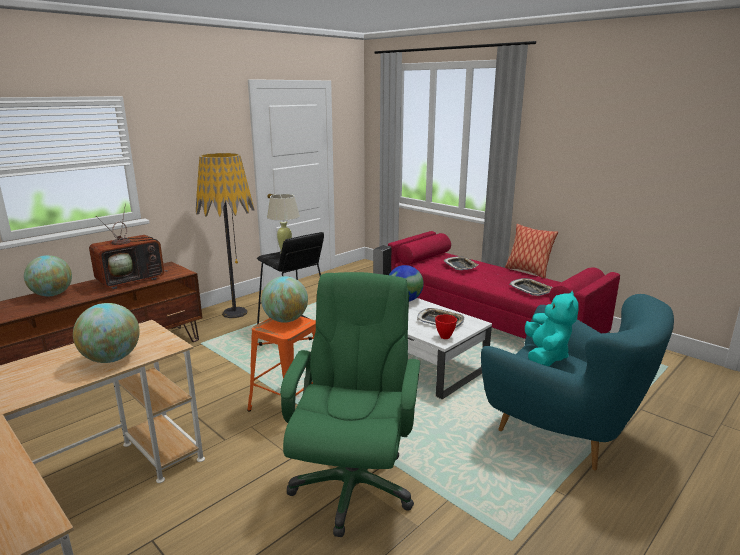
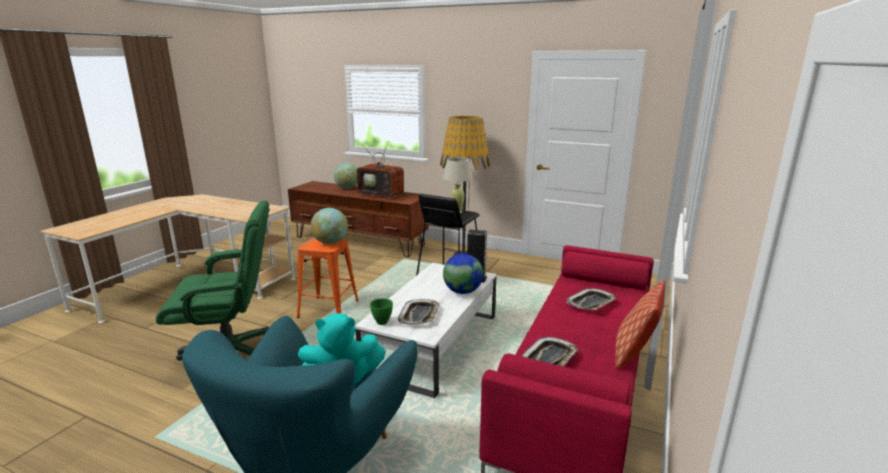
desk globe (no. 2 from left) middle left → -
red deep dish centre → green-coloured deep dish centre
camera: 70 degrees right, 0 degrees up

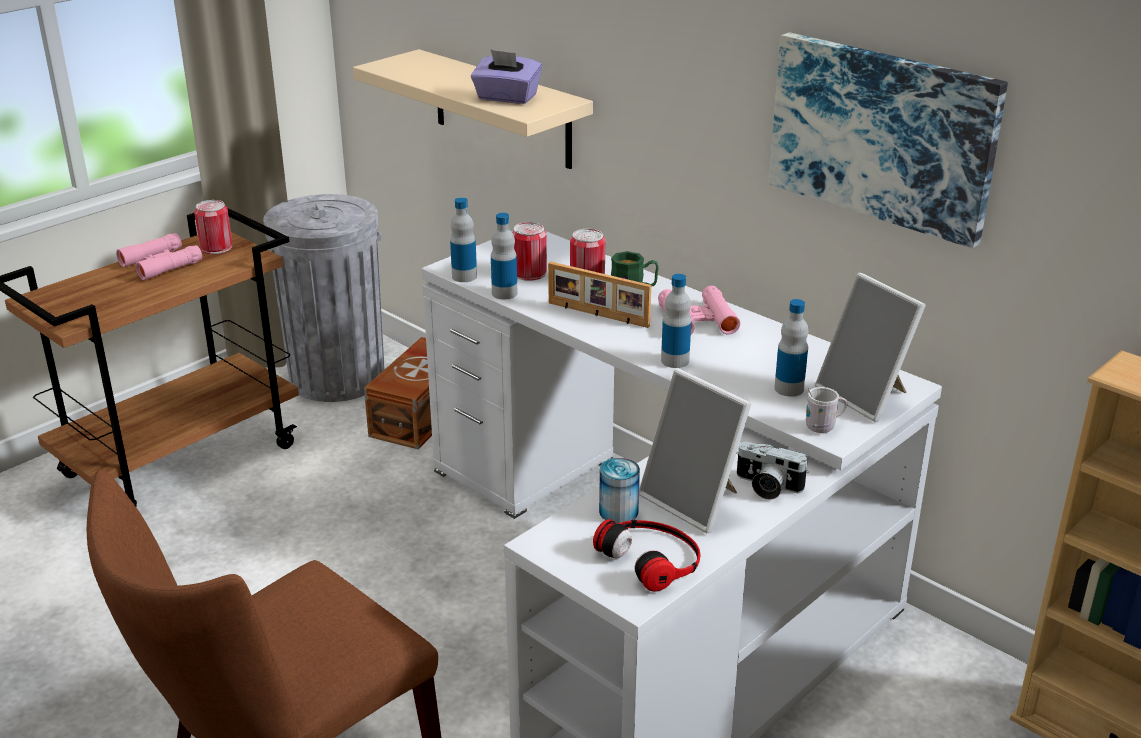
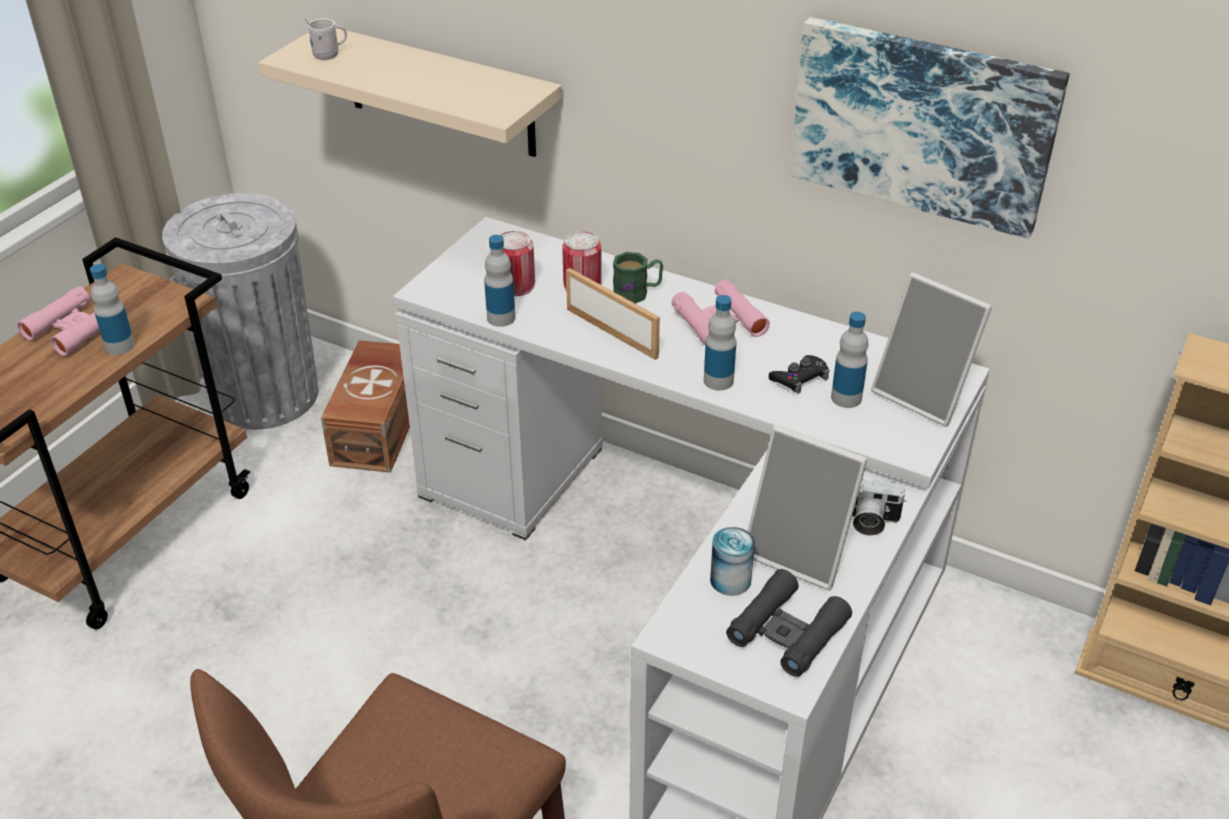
purplish tissue holder top centre → -
drink bottle (no. 1 from left) top centre → drink bottle (no. 1 from left) middle left, shifted
sealed can (no. 1 from left) top left → -
photo frame (no. 1 from left) centre, 150 degrees counterclockwise
white mug middle right → white mug top left, shifted
pair of headphones bottom centre → black pair of binoculars bottom centre
- → black joypad centre
camera: 15 degrees left, 10 degrees up

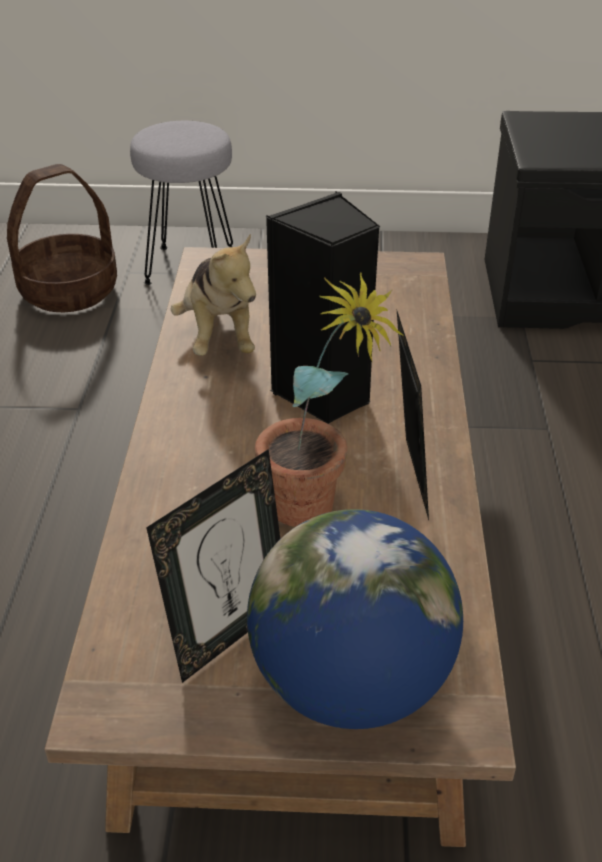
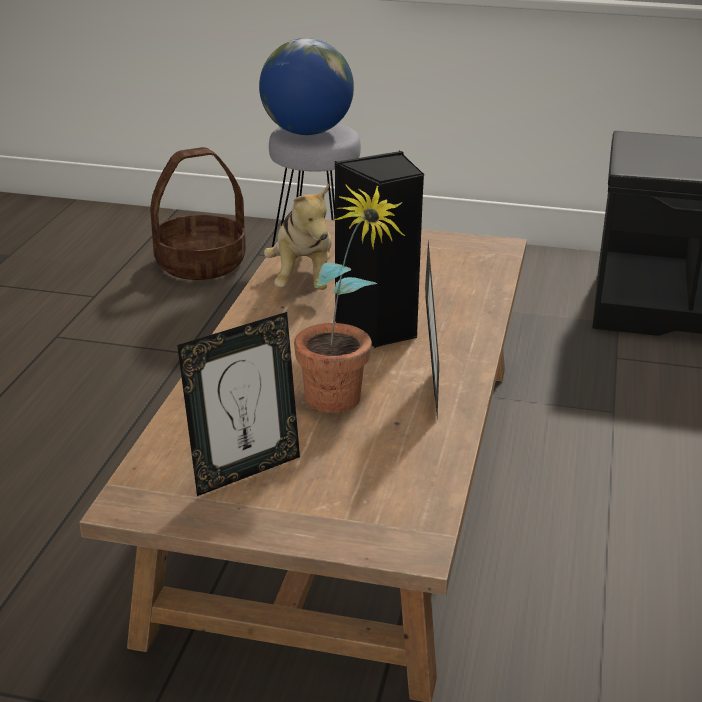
desk globe bottom centre → desk globe top centre, shifted
camera: 10 degrees right, 10 degrees down

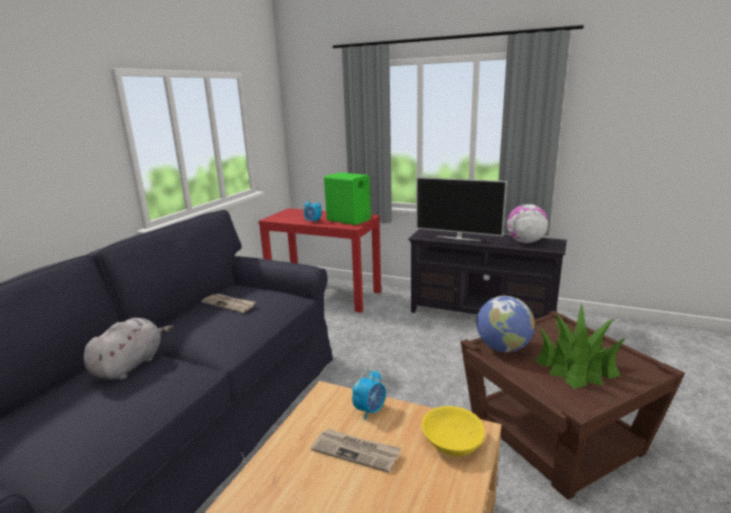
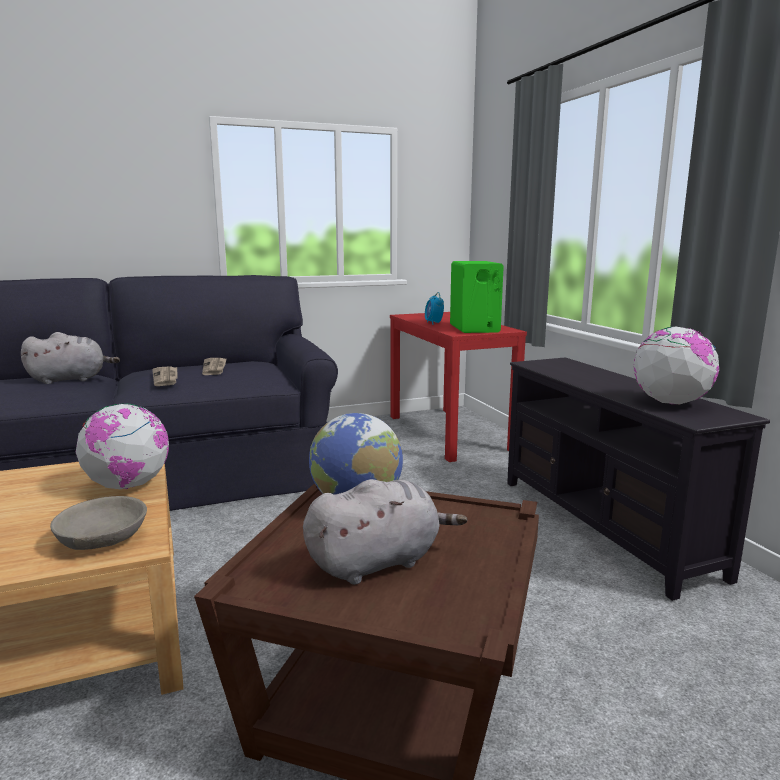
TV centre → -
plant in a pot bottom right → grey plush toy (no. 2 from left) bottom centre
alarm clock (no. 2 from left) bottom centre → desk globe (no. 1 from left) middle left
yellow deep dish bottom centre → grey deep dish bottom left
printed paper (no. 2 from left in the first image) bottom centre → printed paper (no. 1 from left) middle left, shifted
camera: 45 degrees right, 5 degrees down

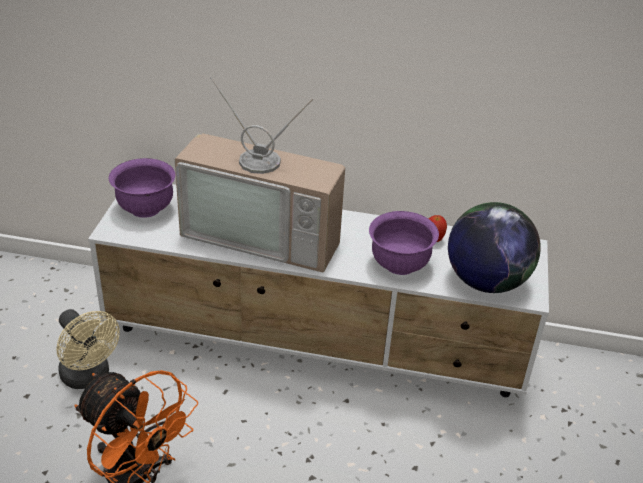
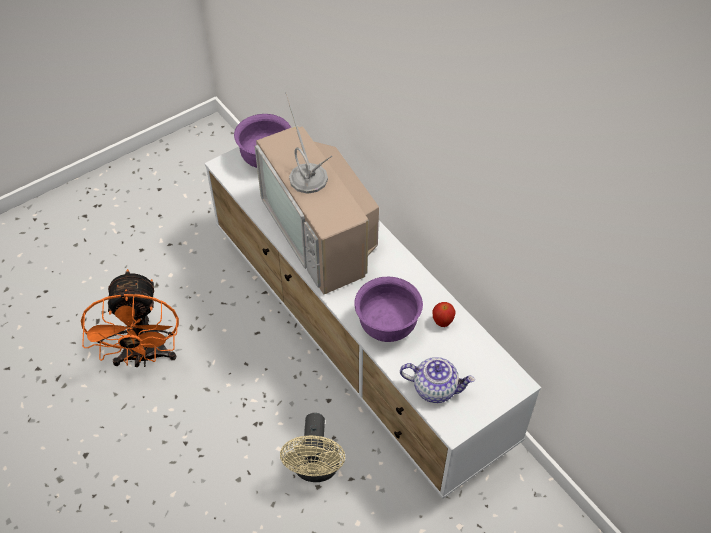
desk globe middle right → teapot bottom centre
beige electric fan bottom left → beige electric fan bottom centre, shifted
camera: 45 degrees right, 15 degrees up

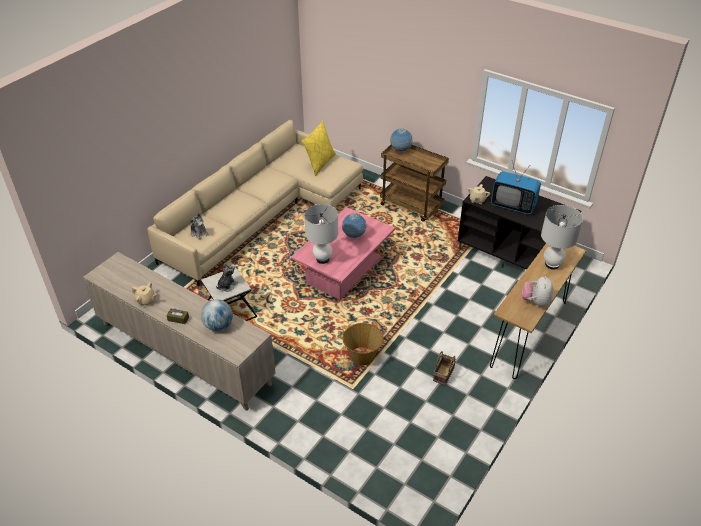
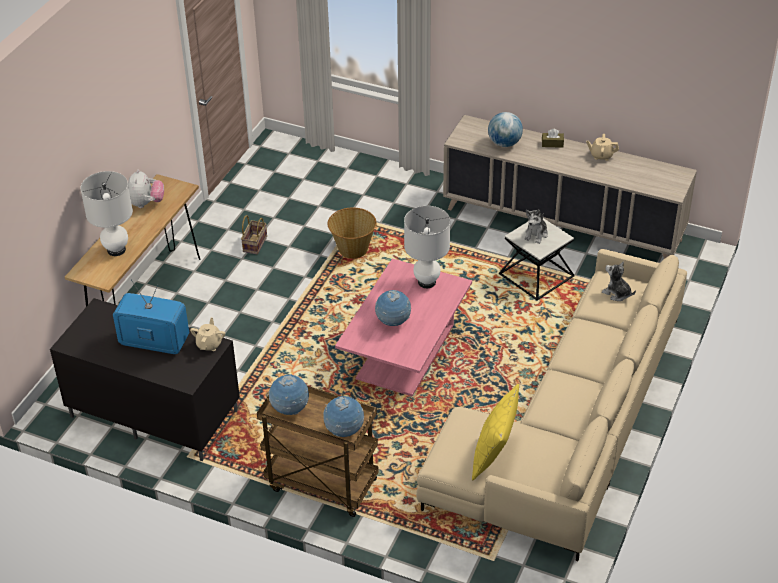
- → desk globe (no. 1 from left) bottom centre
camera: 170 degrees right, 0 degrees up

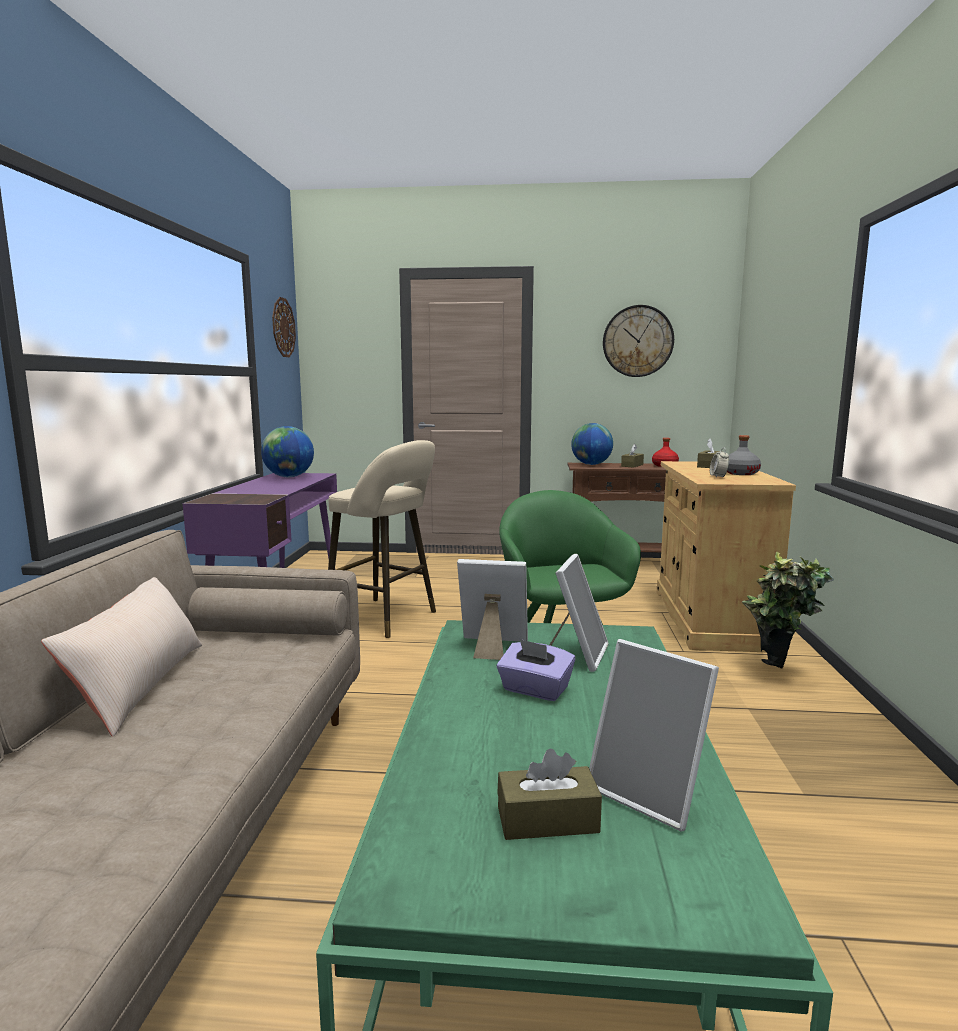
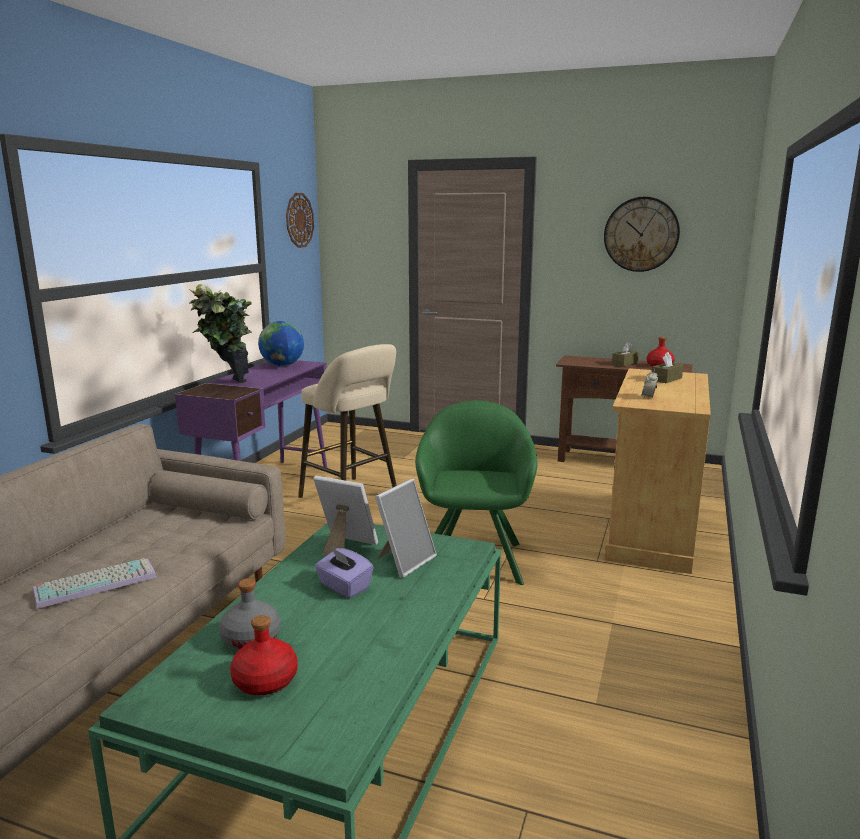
desk globe (no. 2 from left) centre → -
grey drink bottle middle right → grey drink bottle bottom left, shifted
plant in a pot middle right → plant in a pot middle left, shifted
beige cushion middle left → -
photo frame (no. 3 from left) bottom right → -
brown tissue holder (no. 1 from left) bottom centre → red drink bottle (no. 1 from left) bottom left
- → computer keyboard bottom left
camera: 15 degrees right, 5 degrees up

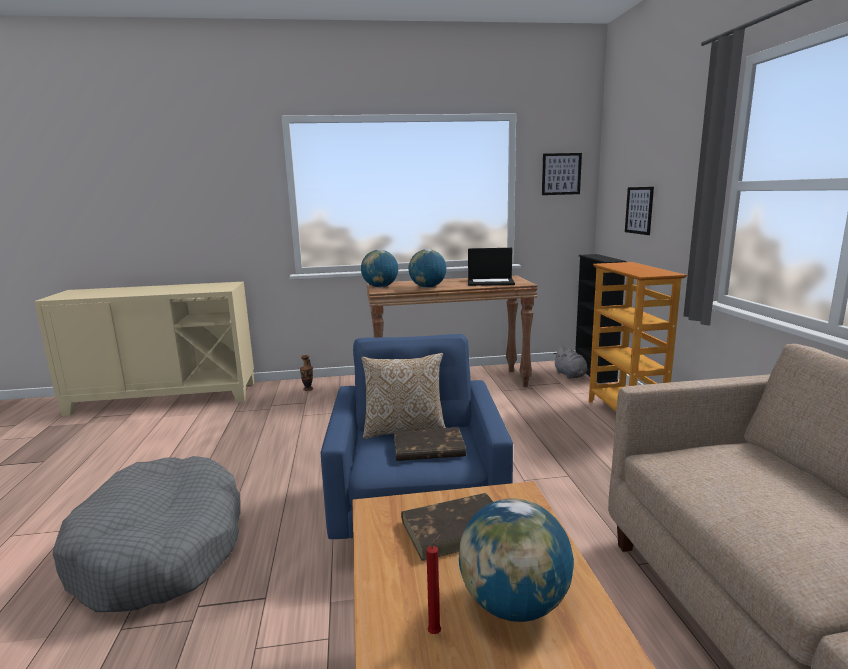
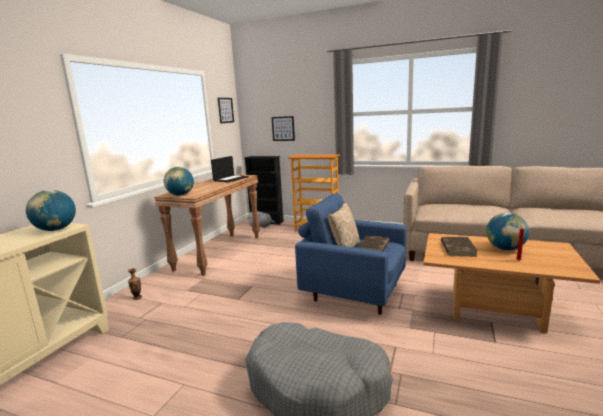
desk globe (no. 2 from left in the first image) centre → desk globe (no. 1 from left) middle left, shifted
camera: 60 degrees left, 0 degrees up

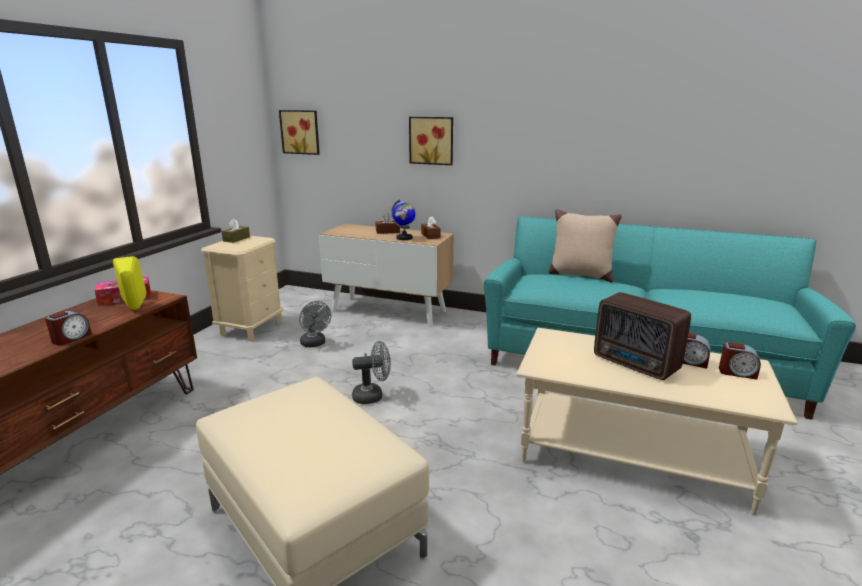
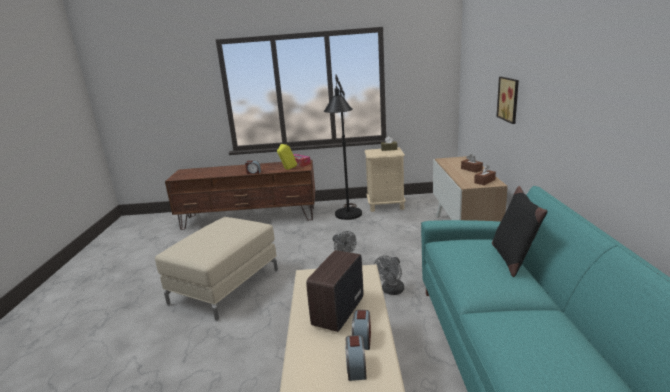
wall picture (no. 1 from left) top centre → -
desk globe centre → -
beige cushion middle right → black cushion middle right
grey electric fan (no. 1 from left in the first image) centre → grey electric fan (no. 2 from left) bottom centre, shifted
- → black standard lamp centre
camera: 70 degrees right, 0 degrees up

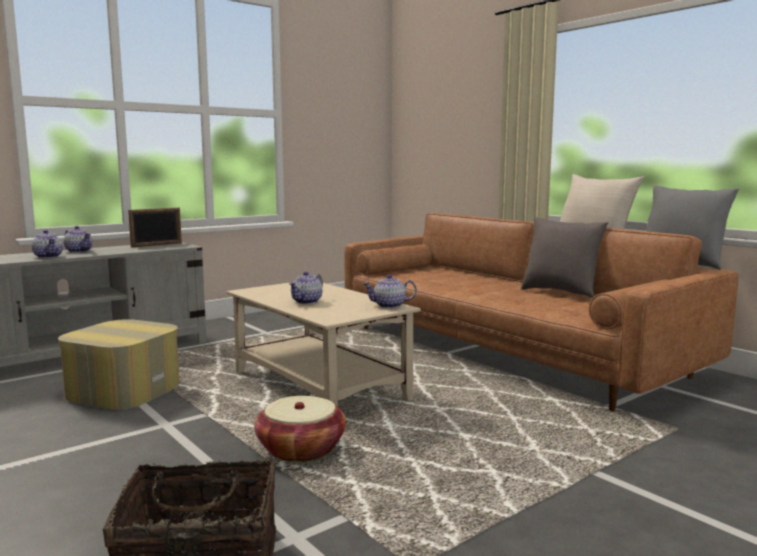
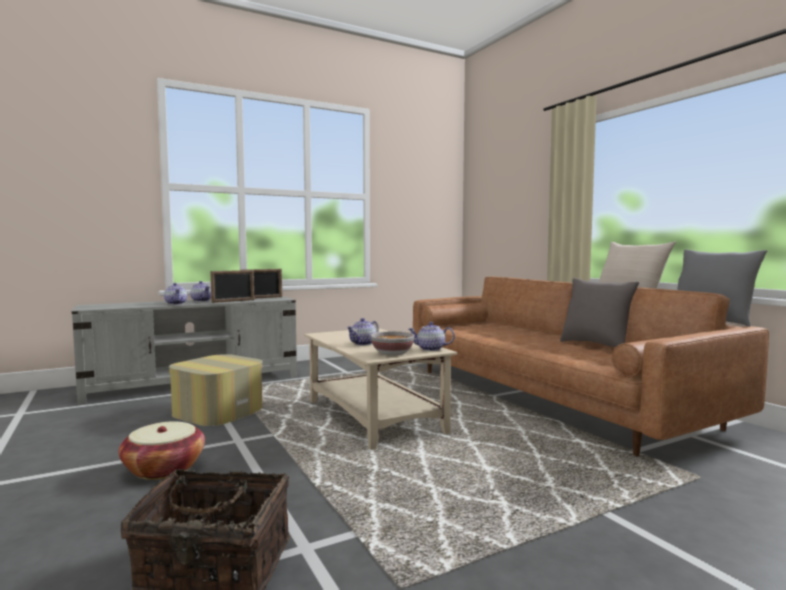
basket (no. 2 from left in the first image) bottom centre → basket (no. 1 from left) bottom left, shifted
- → photo frame (no. 1 from left) middle left
- → deep dish centre
camera: 10 degrees right, 5 degrees down

